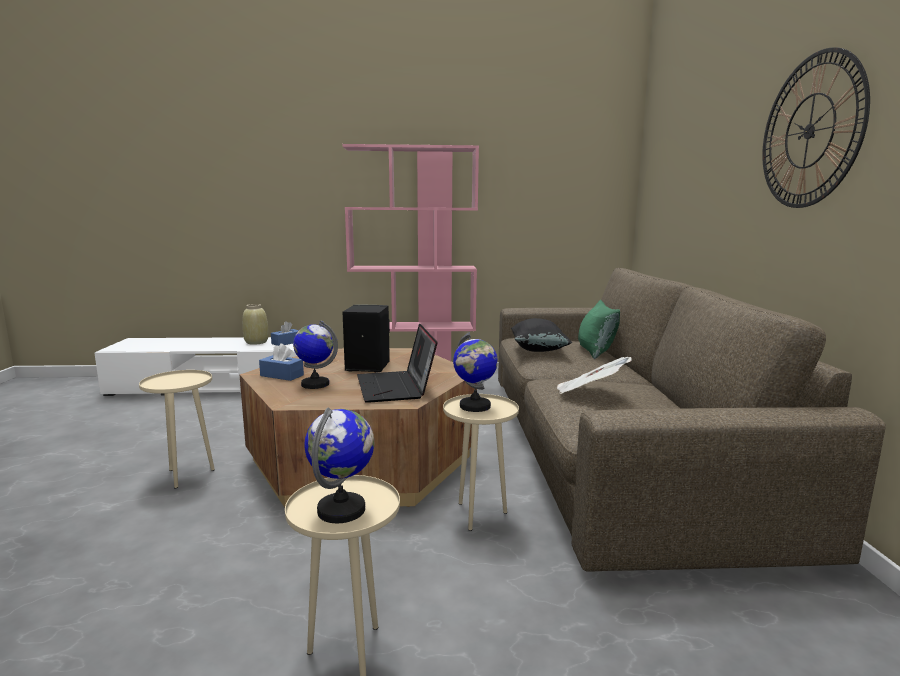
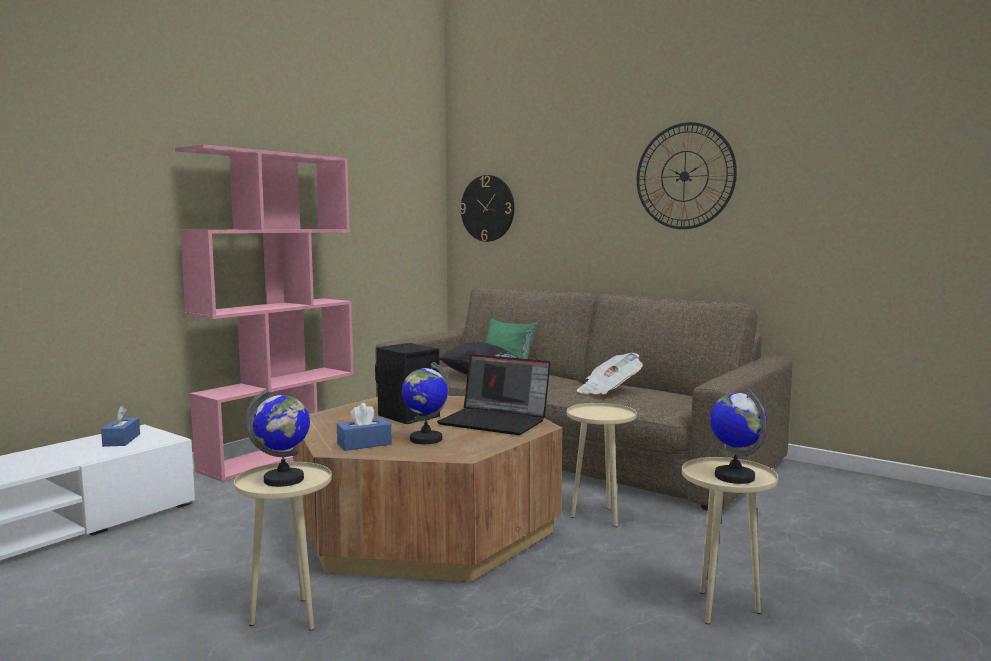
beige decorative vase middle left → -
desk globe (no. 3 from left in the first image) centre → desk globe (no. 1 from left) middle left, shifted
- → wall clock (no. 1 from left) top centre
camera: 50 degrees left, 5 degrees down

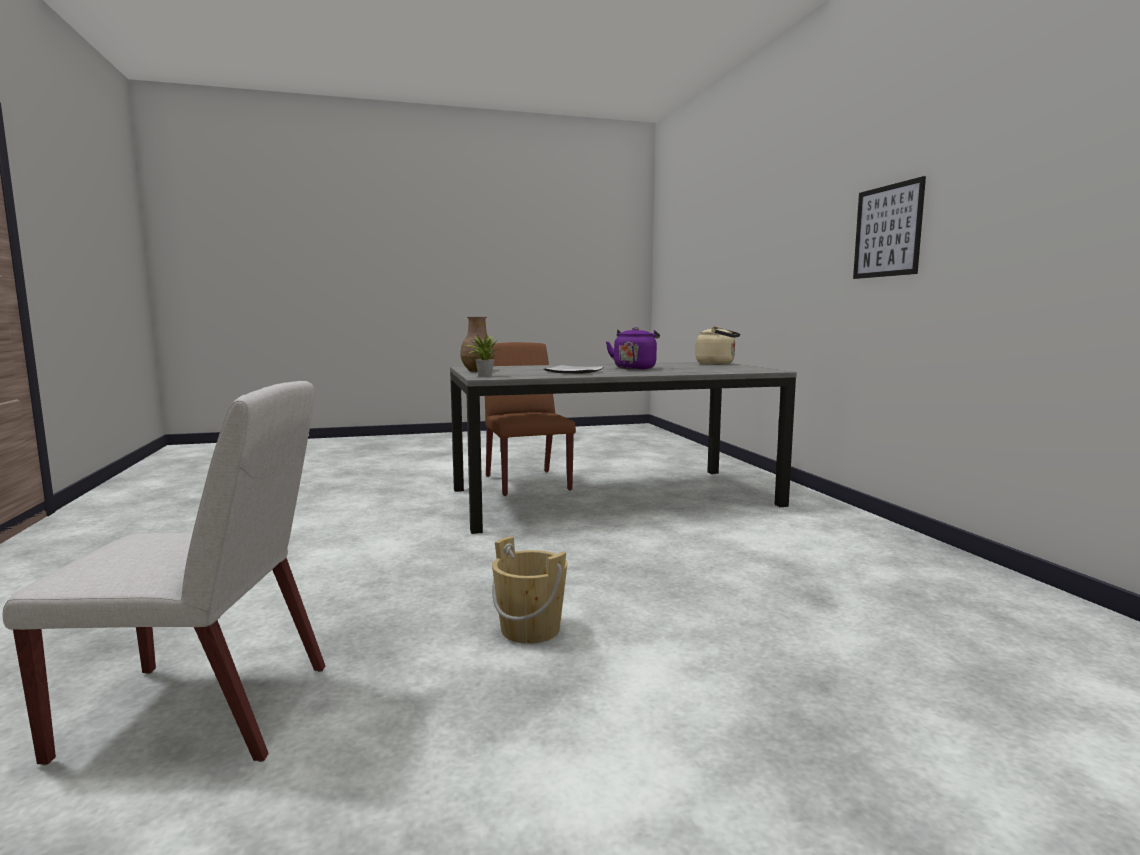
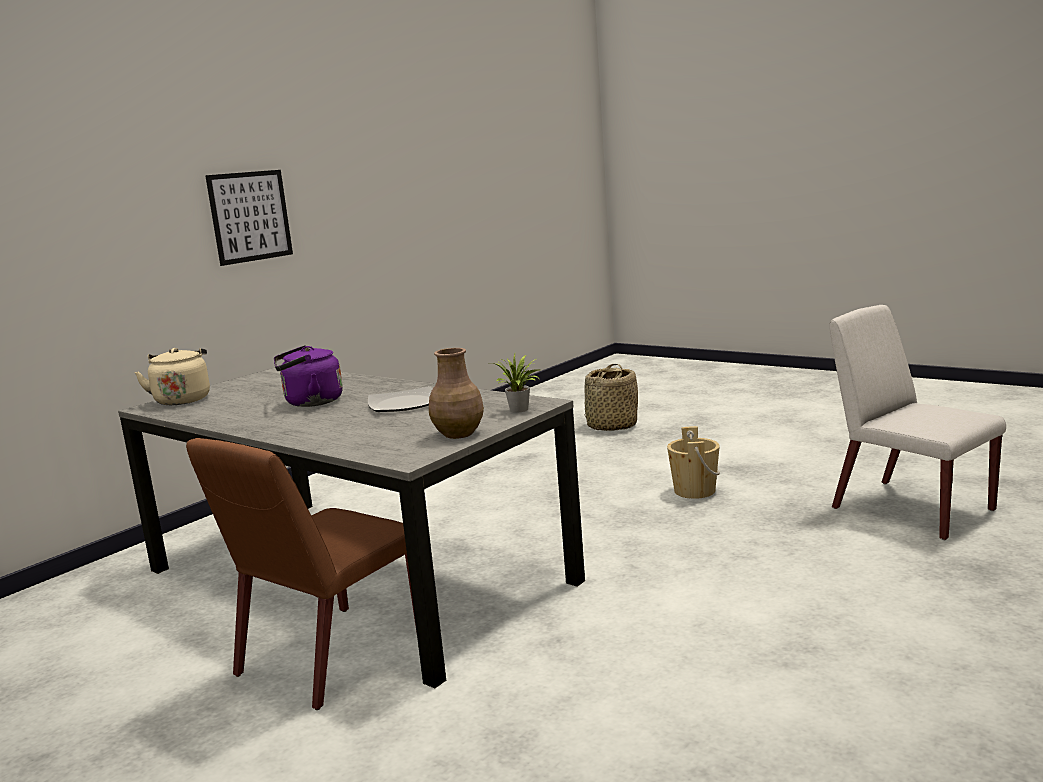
- → basket centre
camera: 125 degrees left, 5 degrees up

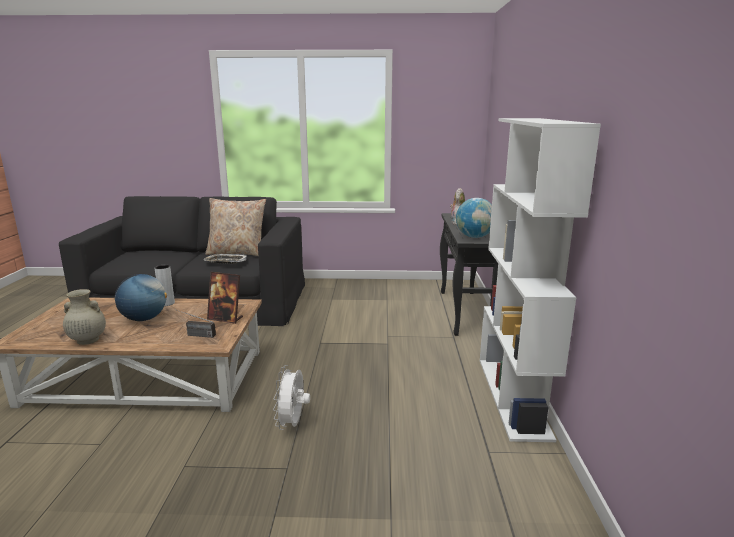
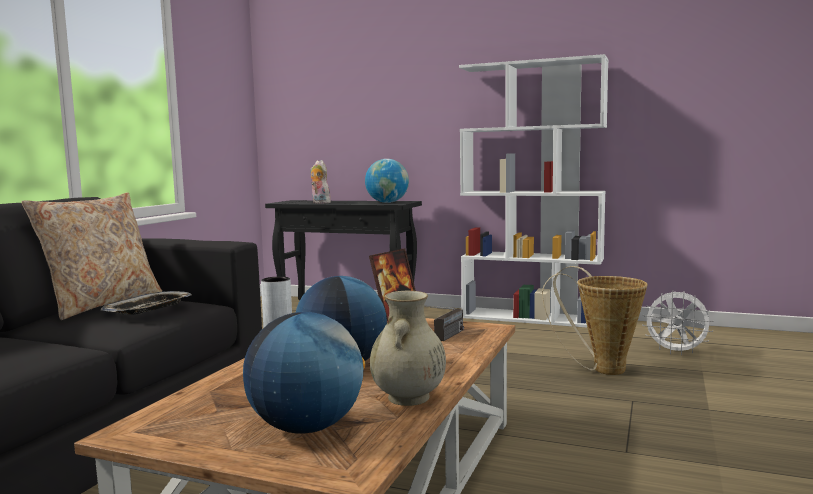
white electric fan bottom centre → white electric fan middle right, shifted
- → basket middle right
- → desk globe (no. 1 from left) bottom centre
camera: 70 degrees left, 10 degrees down

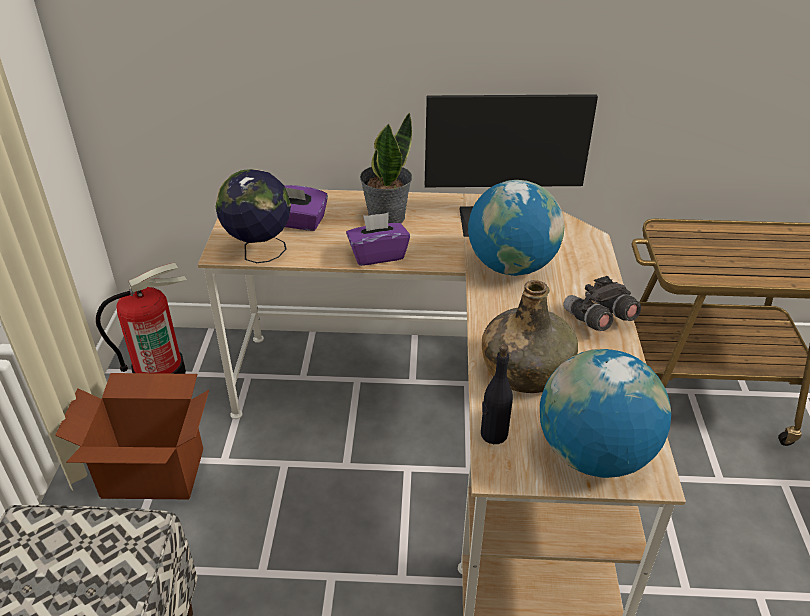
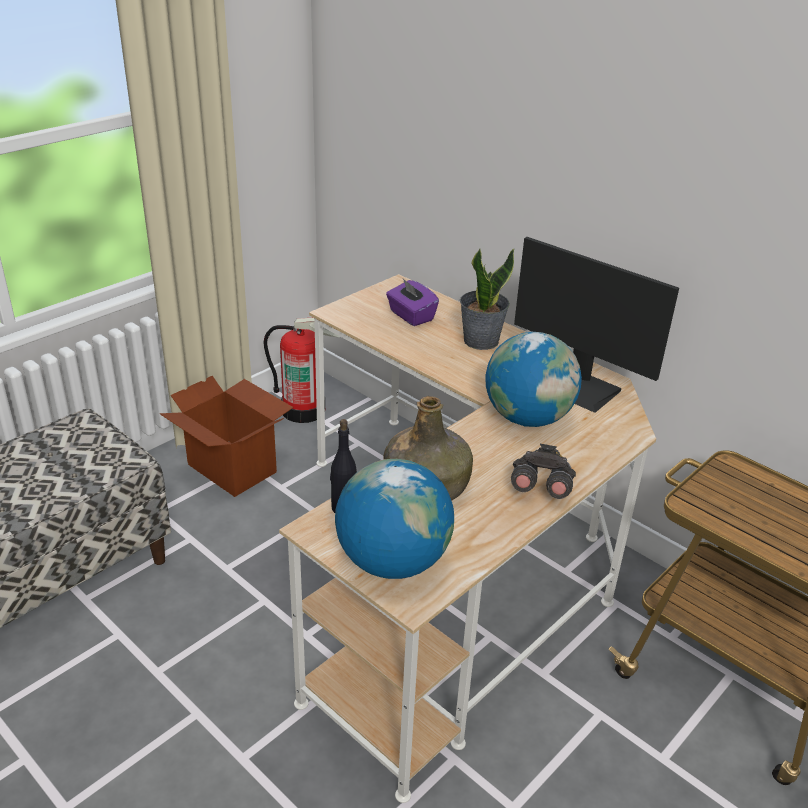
desk globe (no. 1 from left) middle left → -
purplish tissue holder (no. 2 from left) centre → -
camera: 40 degrees right, 5 degrees down

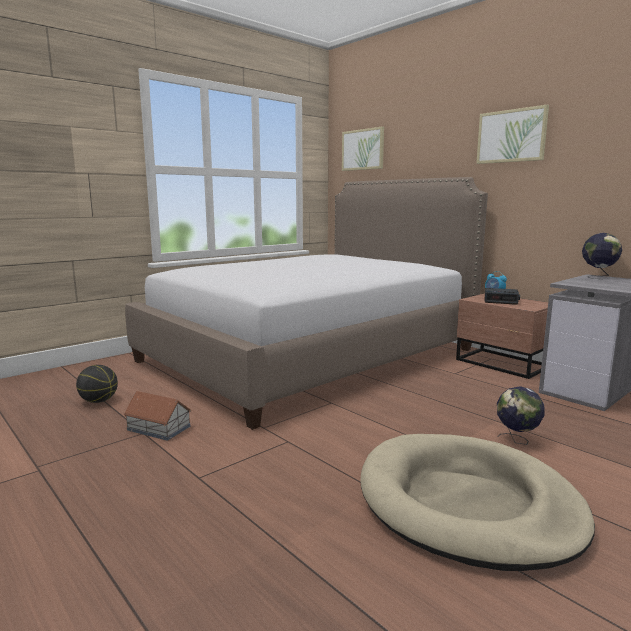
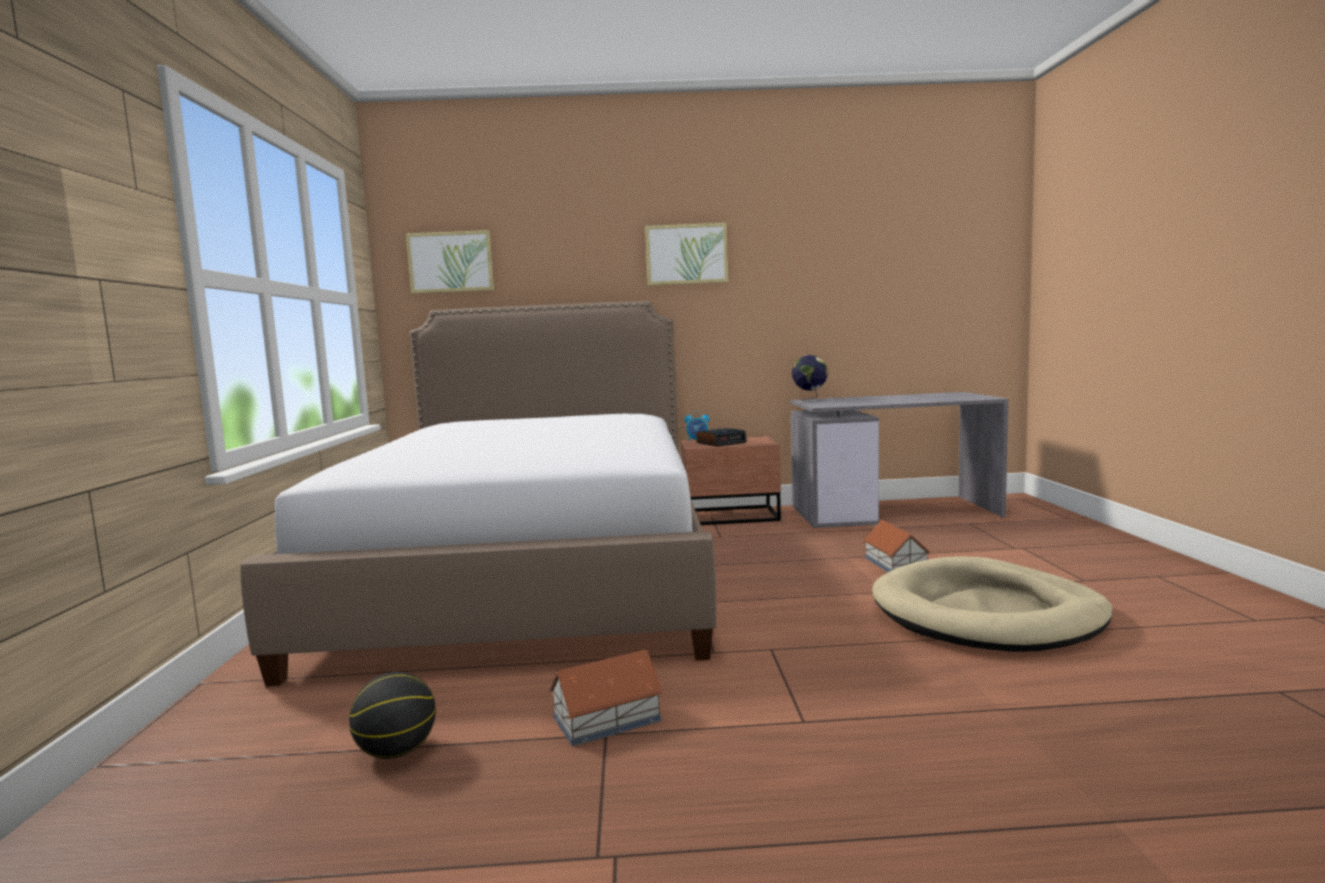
desk globe (no. 1 from left) middle right → model house (no. 2 from left) middle right
camera: 50 degrees left, 5 degrees down

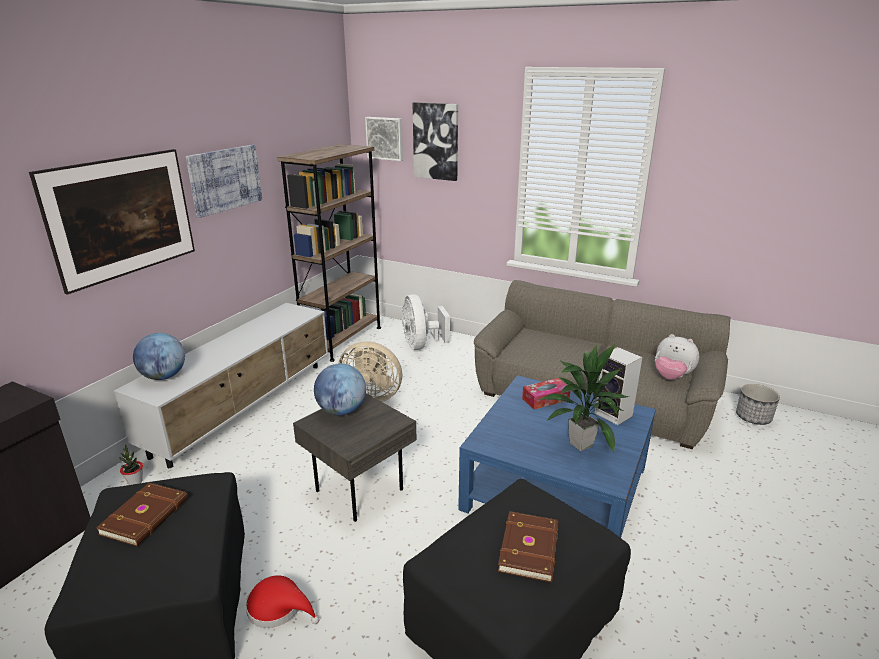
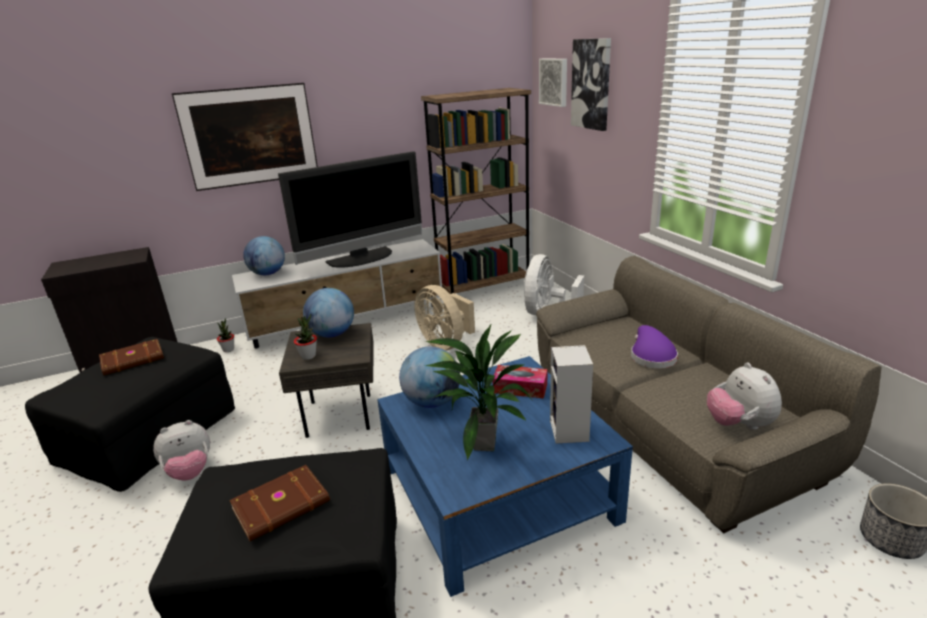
wall picture (no. 2 from left) top left → -
red hat bottom left → plush toy (no. 1 from left) bottom left
- → TV centre
- → plant in a pot (no. 2 from left) middle left
- → purplish hat middle right
- → desk globe (no. 3 from left) centre
camera: 40 degrees right, 0 degrees up

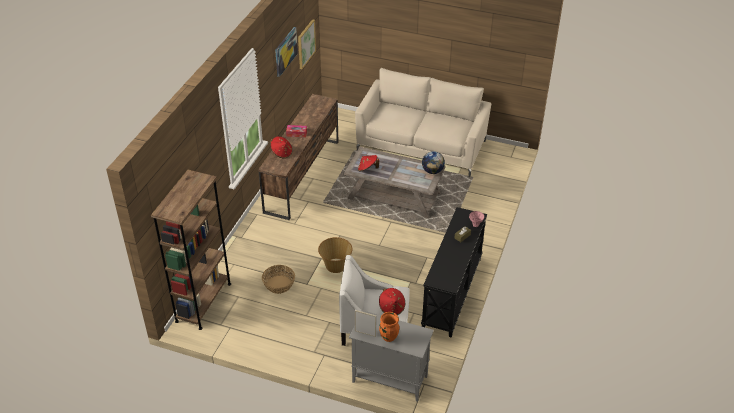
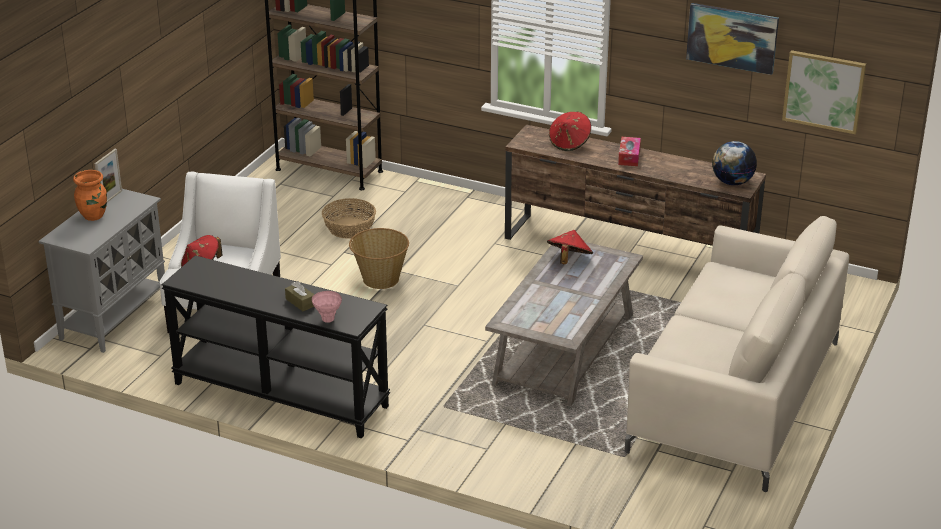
desk globe centre → desk globe top right, shifted
camera: 95 degrees right, 10 degrees down

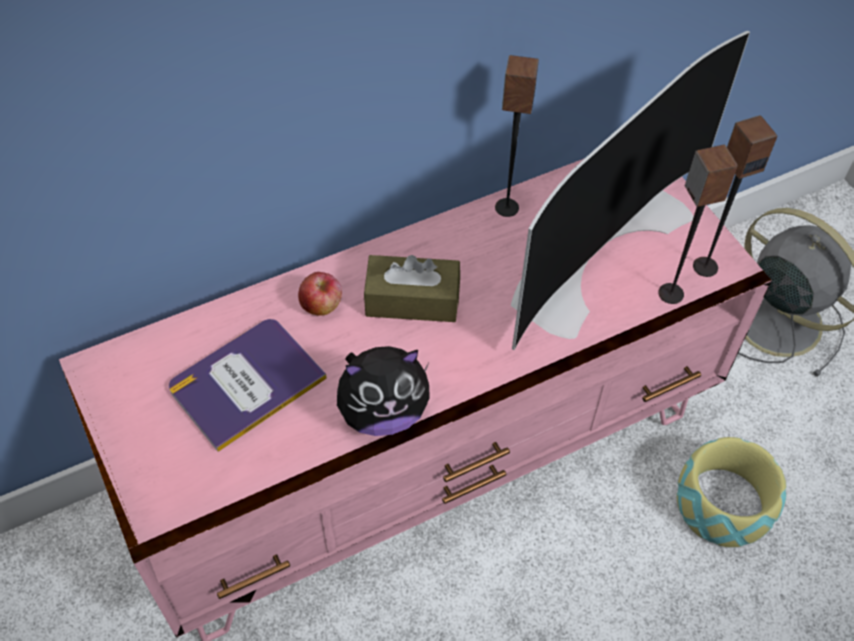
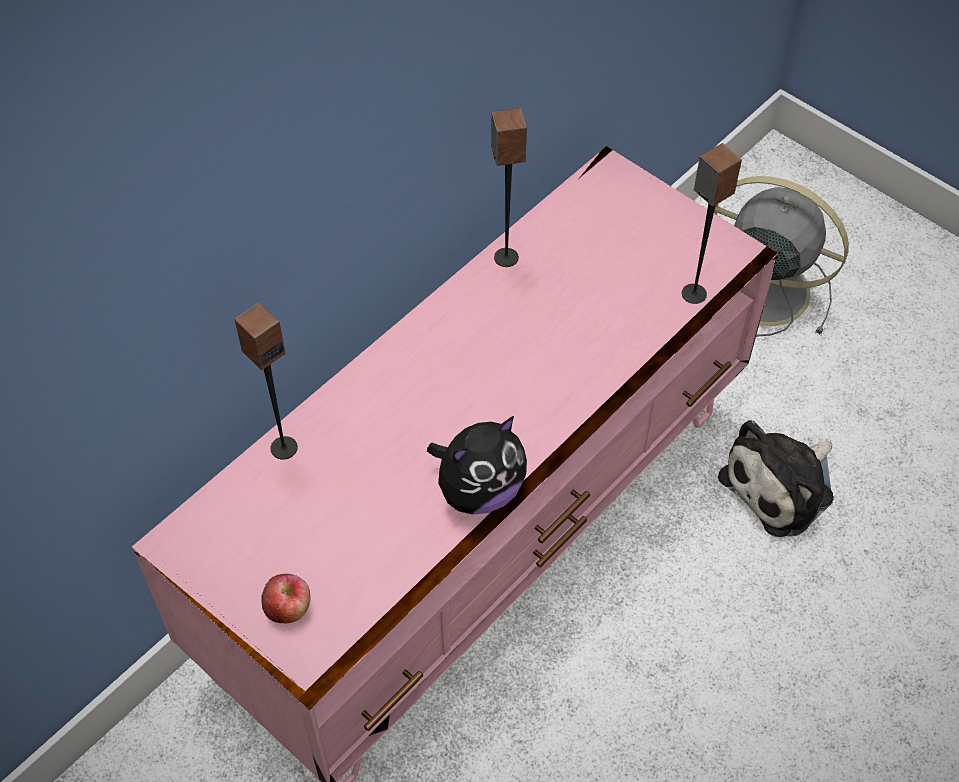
TV top right → -
speaker (no. 3 from left in the first image) top right → speaker (no. 1 from left) middle left, shifted
brown tissue holder centre → -
whole apple centre → whole apple bottom left, shifted
book middle left → -
deep dish bottom right → plush toy (no. 2 from left) middle right
camera: 20 degrees left, 0 degrees up

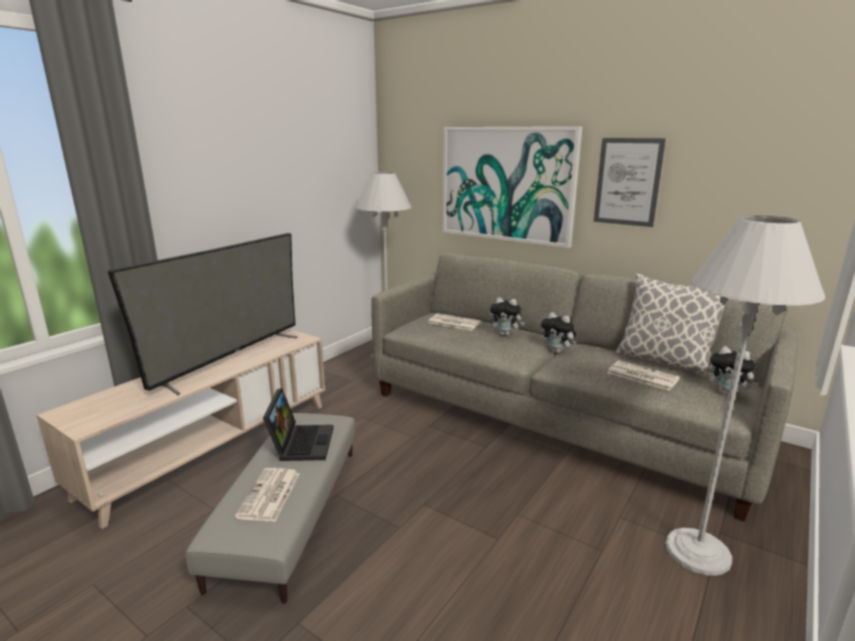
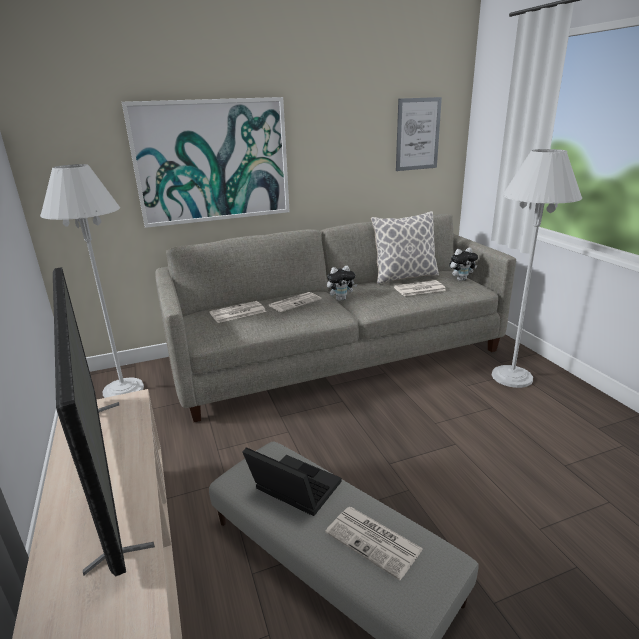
wall picture (no. 2 from left) top right → wall picture (no. 2 from left) top centre, shifted
plush toy (no. 1 from left) centre → printed paper (no. 2 from left) centre
camera: 55 degrees left, 5 degrees up

